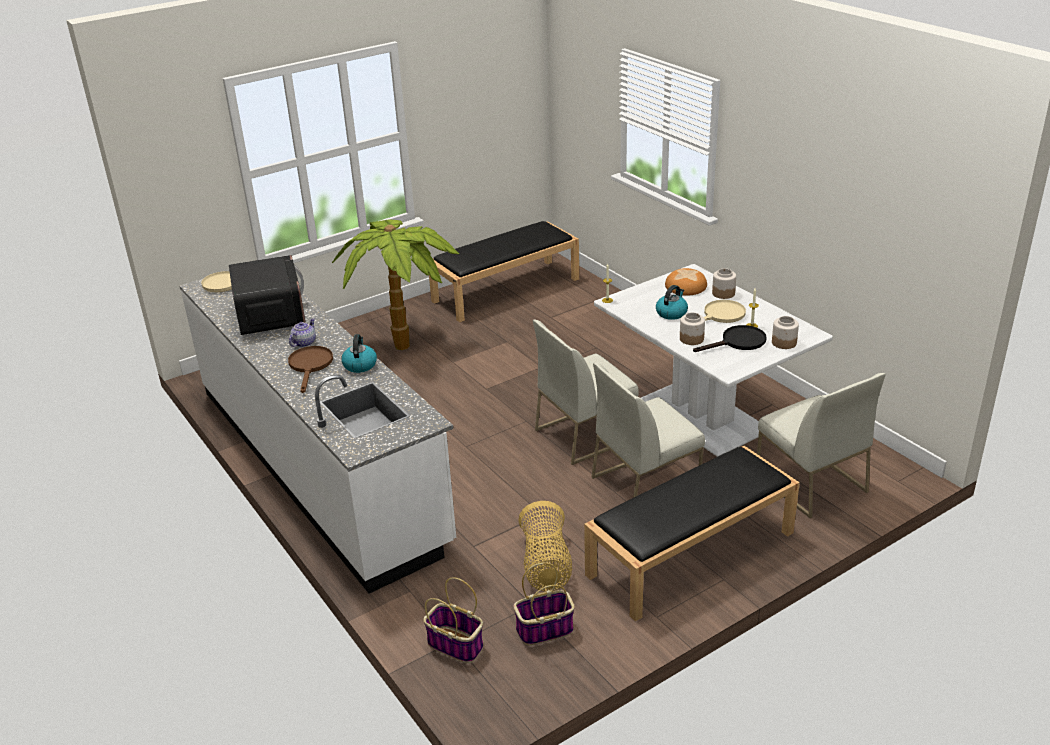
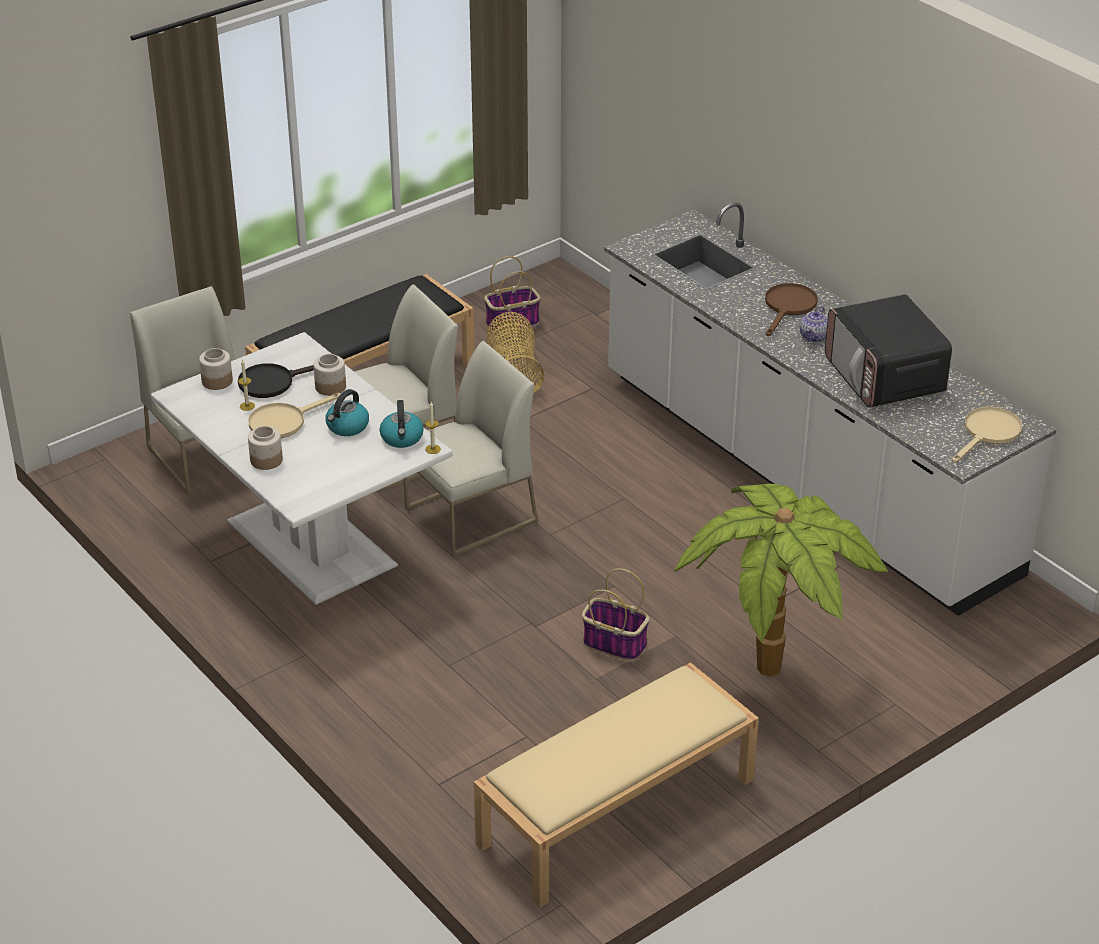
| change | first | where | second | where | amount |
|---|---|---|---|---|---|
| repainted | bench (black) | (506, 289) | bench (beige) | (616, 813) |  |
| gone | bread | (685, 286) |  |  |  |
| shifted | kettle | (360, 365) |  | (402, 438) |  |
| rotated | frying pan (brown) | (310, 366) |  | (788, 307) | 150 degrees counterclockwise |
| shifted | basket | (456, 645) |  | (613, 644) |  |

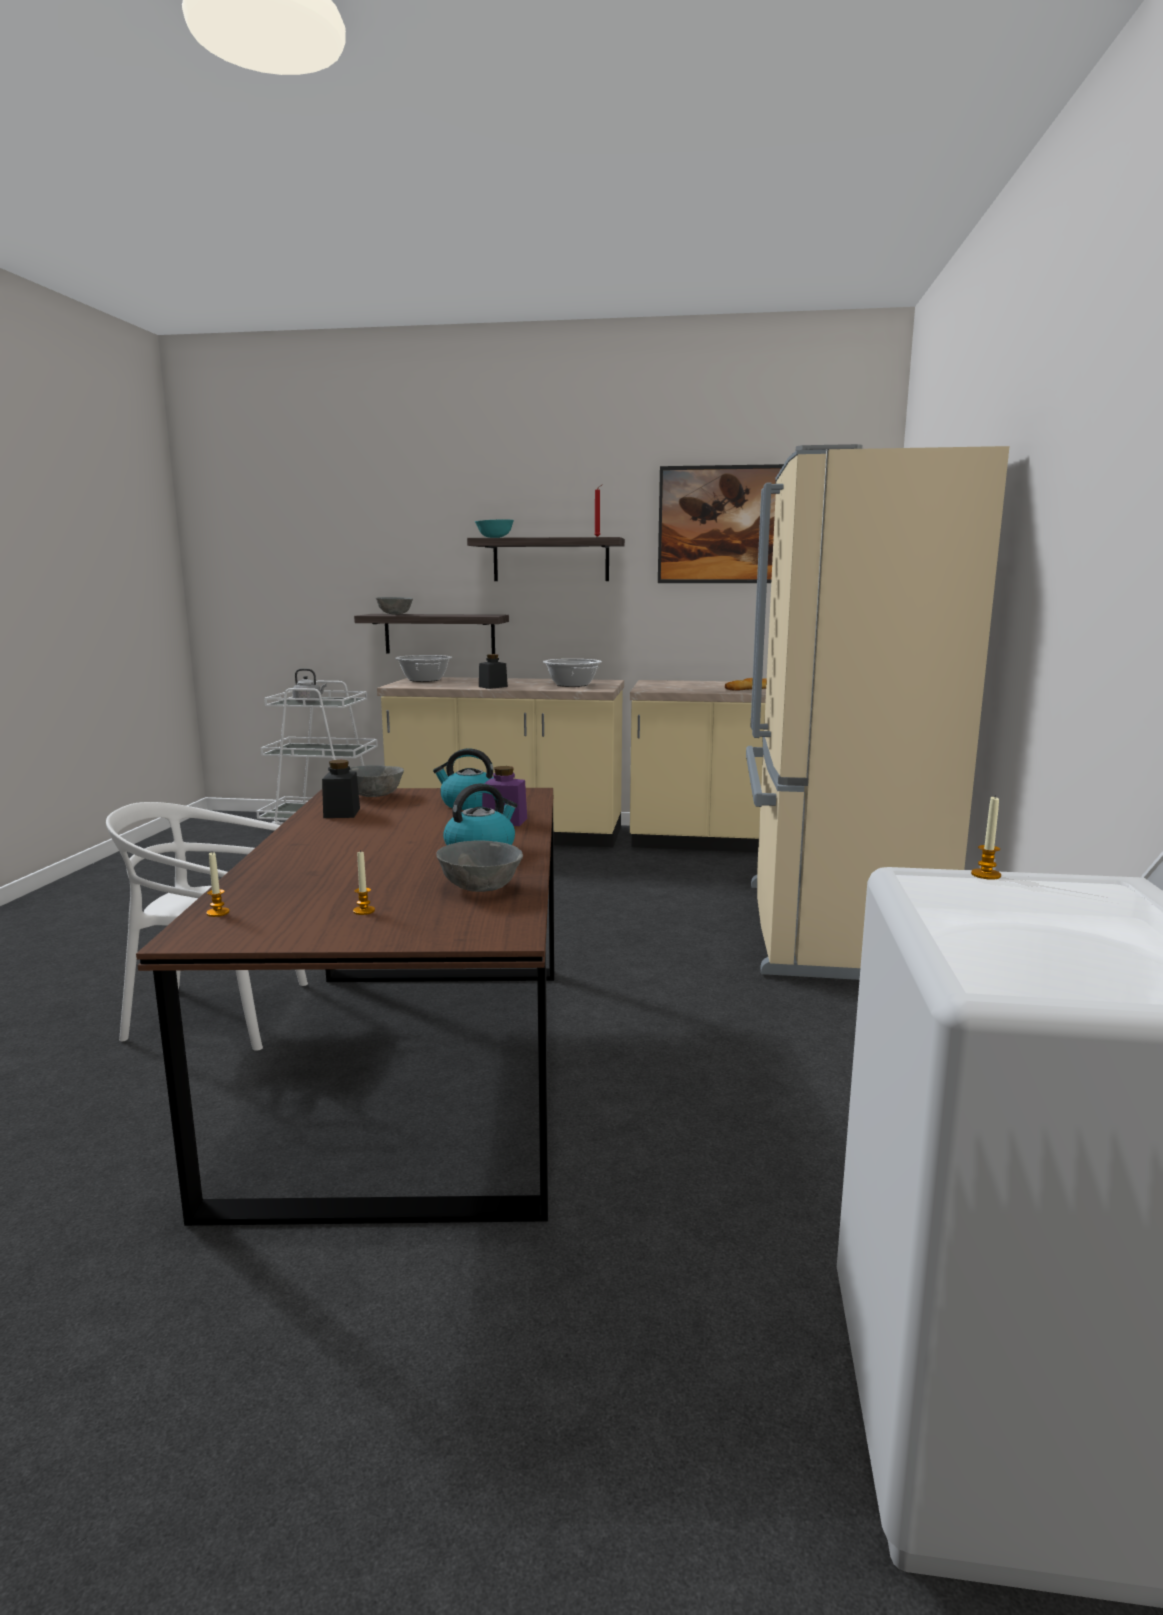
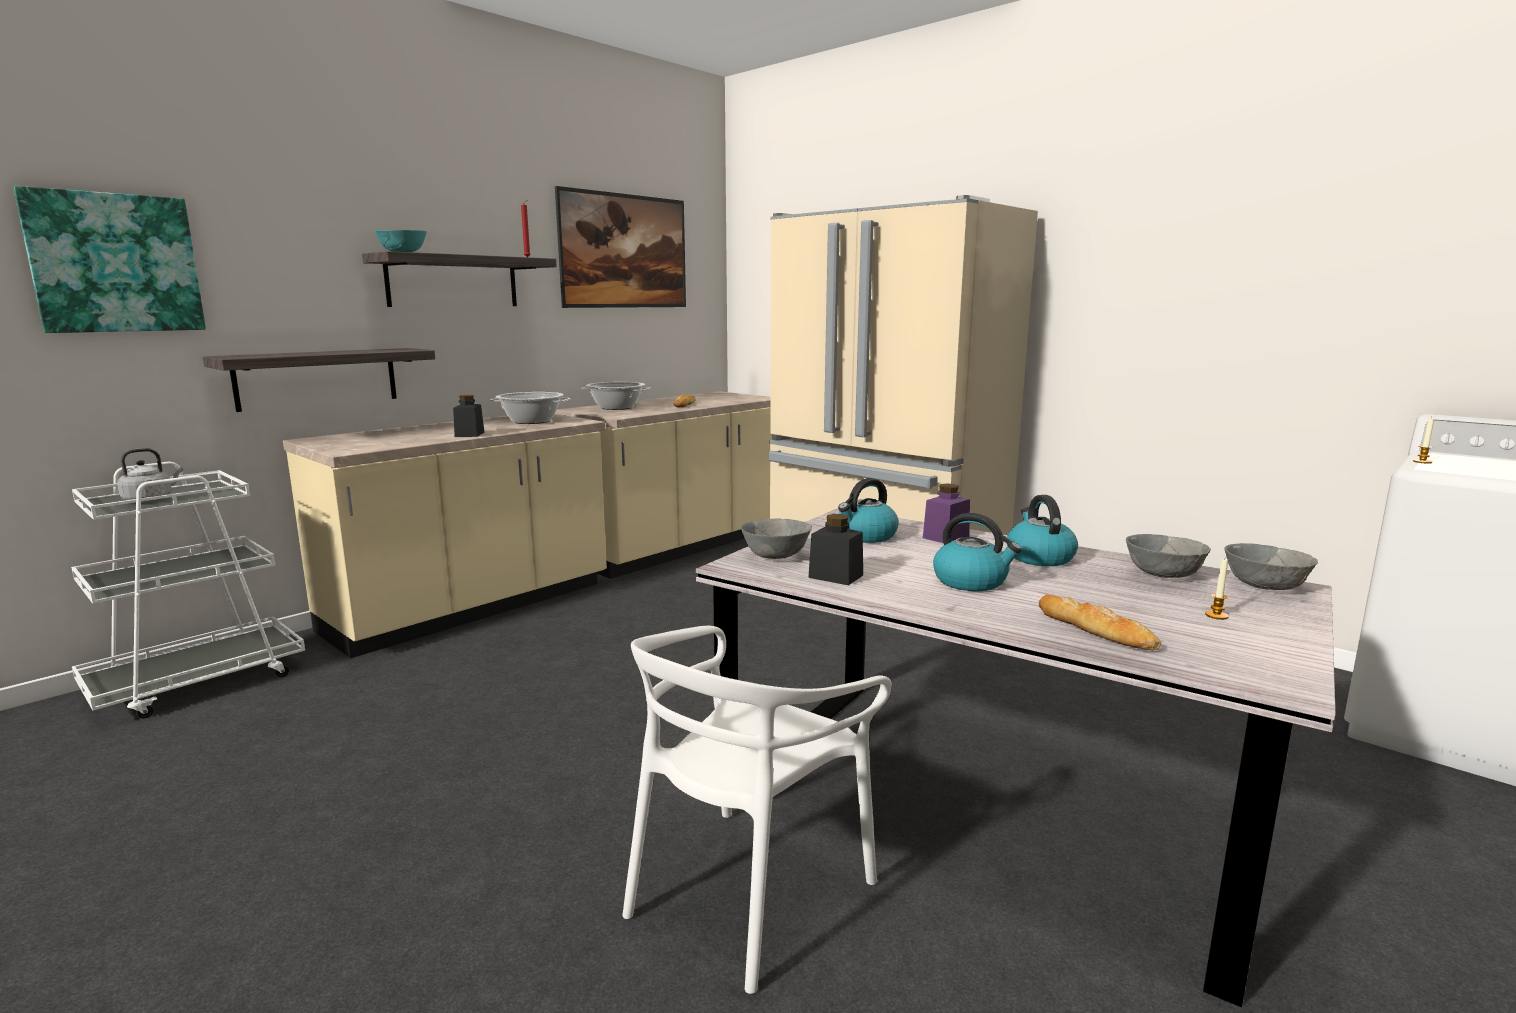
| change | first | where | second | where | amount |
|---|---|---|---|---|---|
| shifted | bowl (grey) | (395, 614) |  | (1265, 587) |  |
| shifted | cooking pot | (425, 680) |  | (617, 407) |  |
| repainted | dining table (brown) | (410, 1068) | dining table (grey) | (984, 801) |  |
| gone | candle | (218, 913) |  |  |  |
| new |  |  | picture | (115, 263) |  |
| new |  |  | kettle | (971, 581) |  |
| new |  |  | bread | (1094, 629) |  |

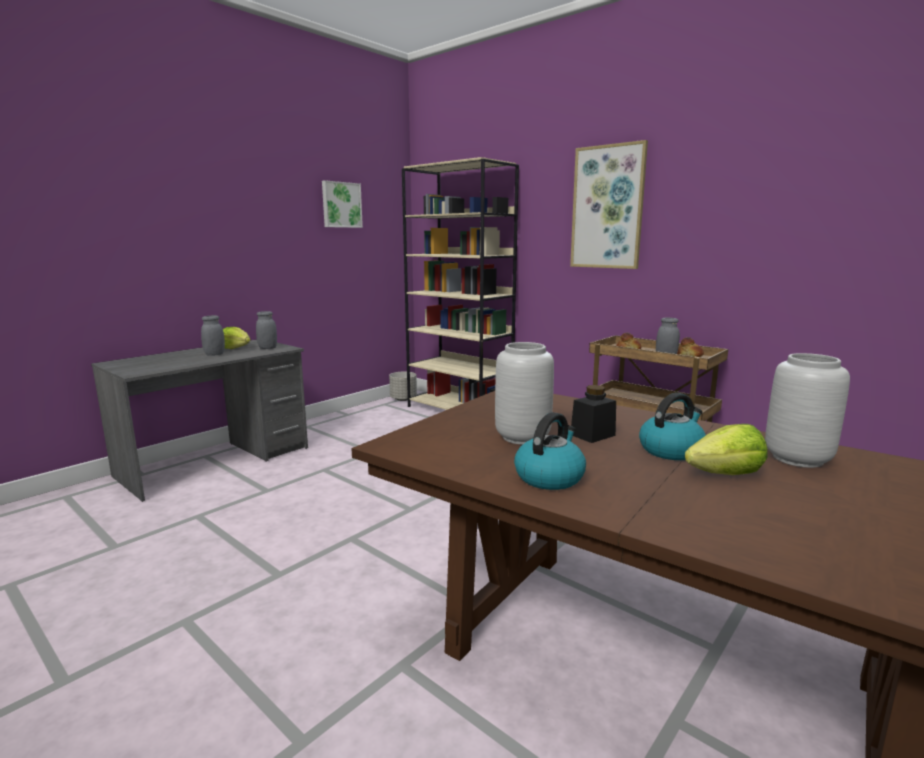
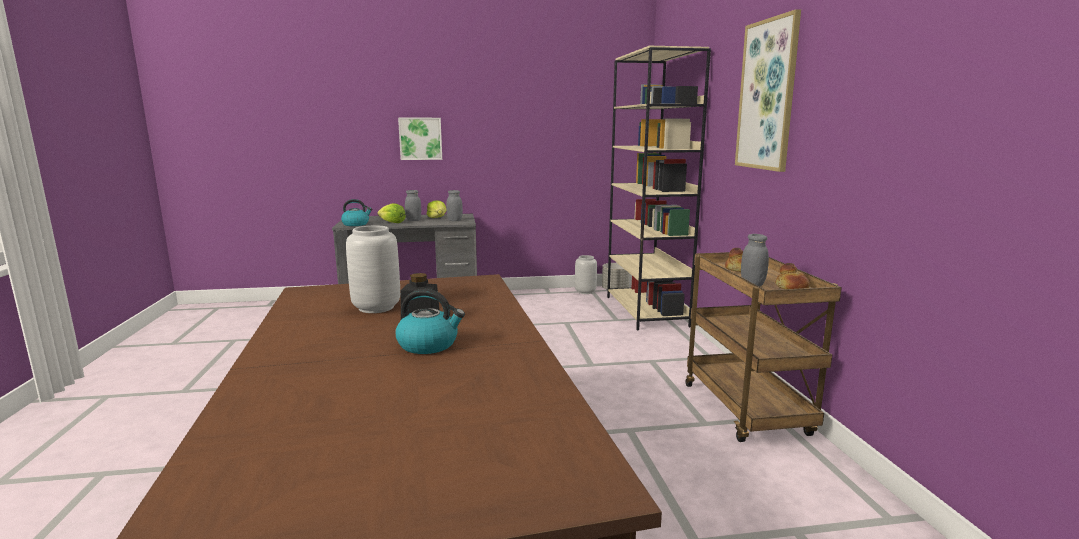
| change | first | where | second | where | amount |
|---|---|---|---|---|---|
| shifted | picture | (341, 205) |  | (420, 138) |  |
| shifted | vase (grey) | (797, 458) |  | (586, 292) |  |
| shifted | kettle | (549, 477) |  | (356, 224) |  |
| shifted | lettuce | (725, 474) |  | (392, 222) |  |

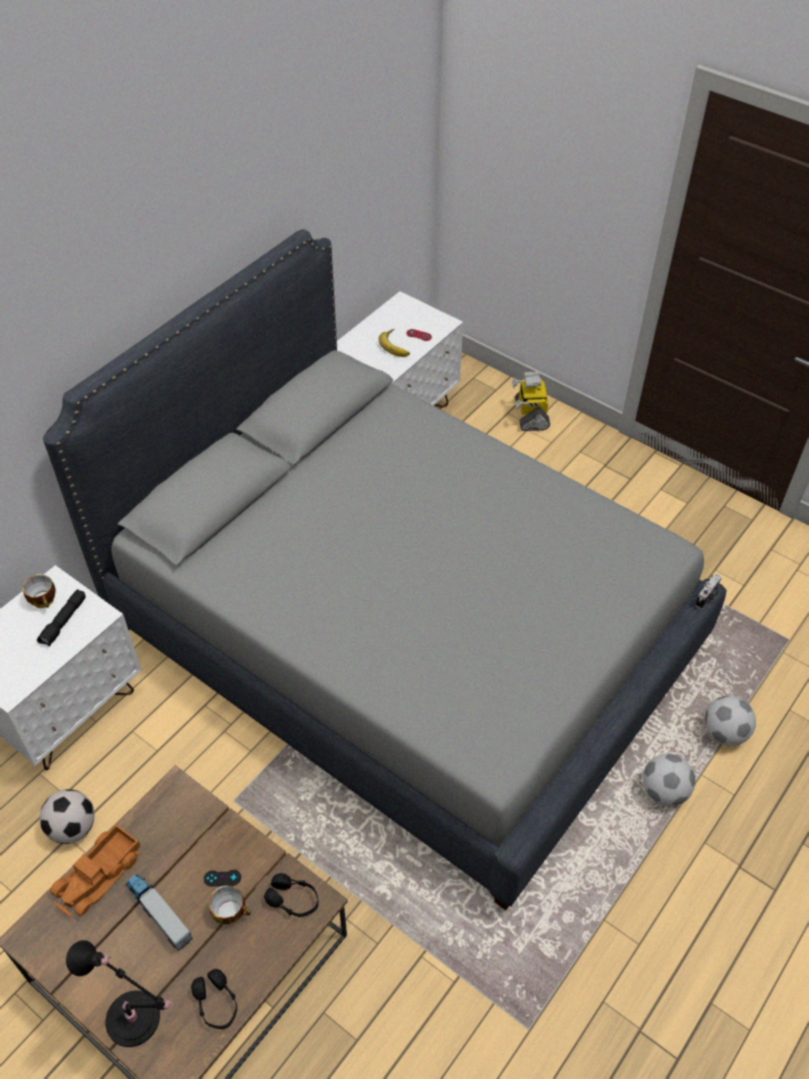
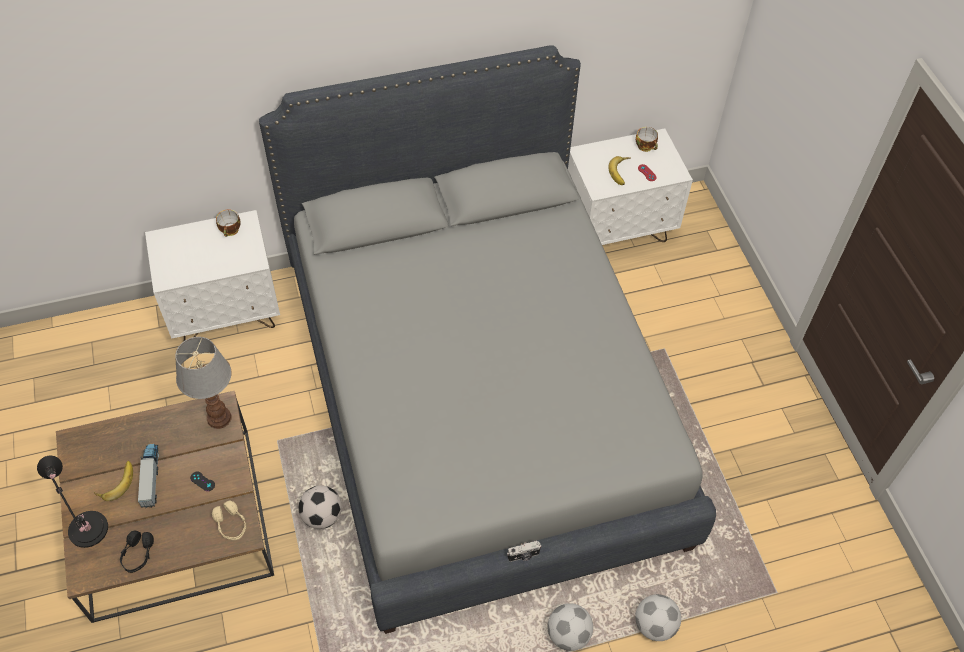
| change | first | where | second | where | amount |
|---|---|---|---|---|---|
| gone | toy robot | (530, 414) |  |  |  |
| shifted | photo camera | (707, 597) |  | (523, 556) |  |
| gone | flashlight (black) | (64, 622) |  |  |  |
| shifted | football | (73, 827) |  | (322, 516) |  |
| gone | toy truck | (100, 876) |  |  |  |
| repainted | headphones (black) | (293, 900) | headphones (beige) | (231, 524) |  |
| shifted | cup | (231, 911) |  | (646, 146) |  |
| new |  |  | table lamp | (220, 417) |  |
| new |  |  | banana | (116, 482) |  |

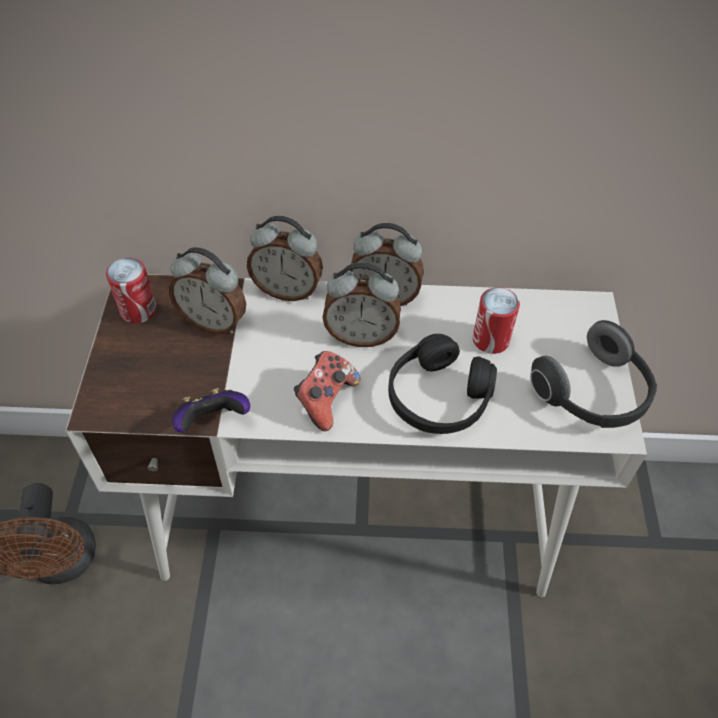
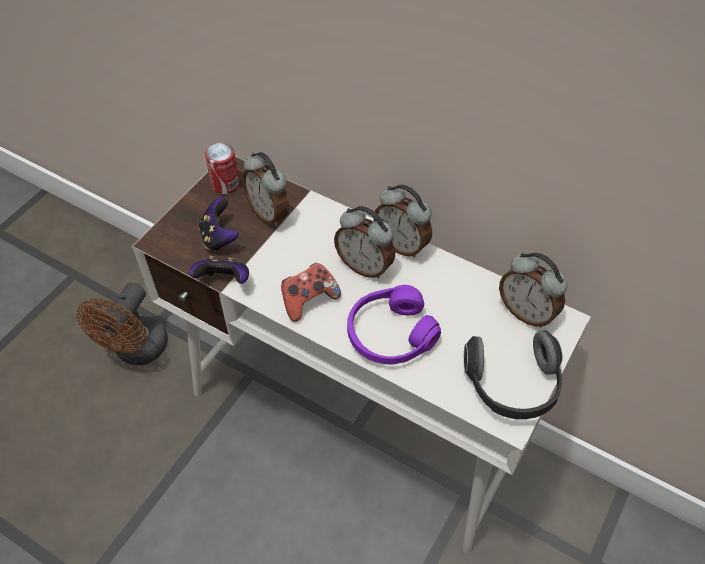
| change | first | where | second | where | amount |
|---|---|---|---|---|---|
| shifted | alarm clock | (287, 290) |  | (526, 312) |  |
| gone | can | (490, 340) |  |  |  |
| repainted | headphones (black) | (438, 396) | headphones (purple) | (390, 334) |  |
| new |  |  | game controller | (219, 237) |  |

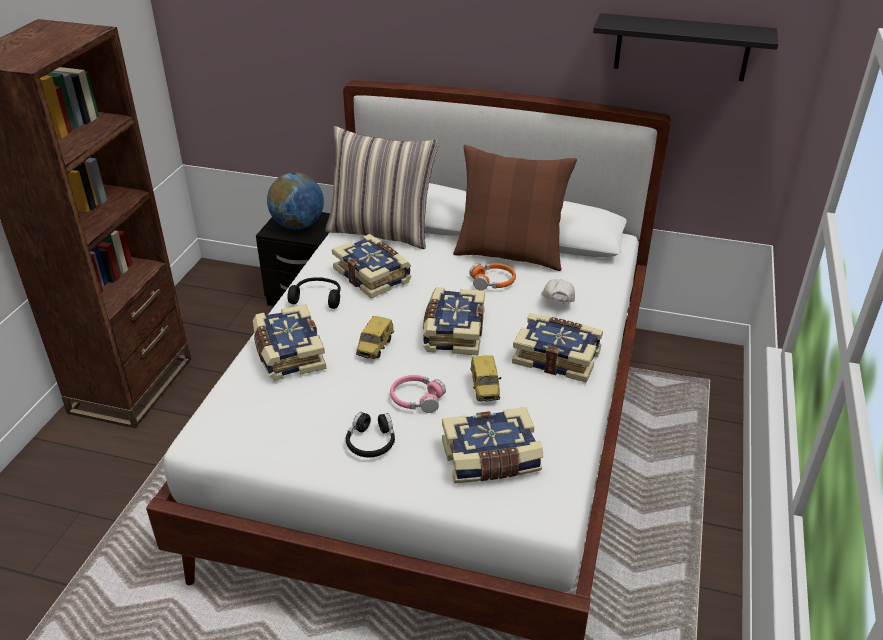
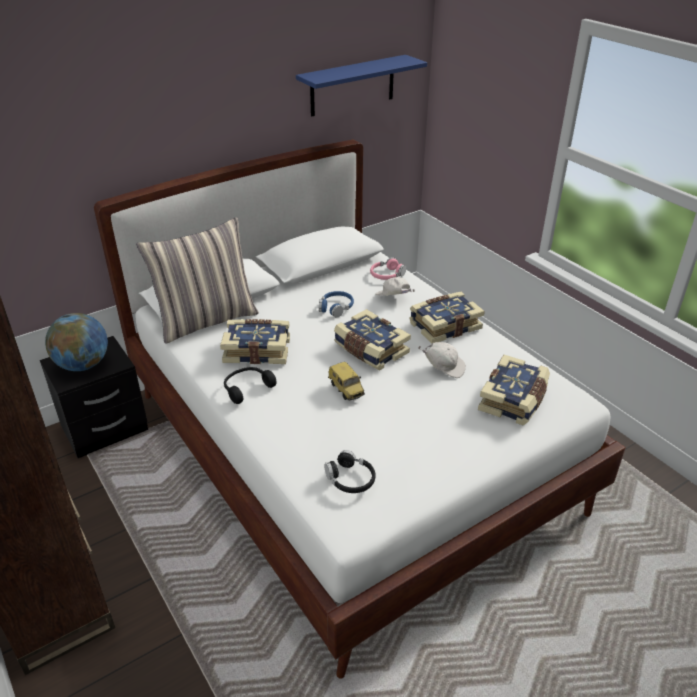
| change | first | where | second | where | amount |
|---|---|---|---|---|---|
| repainted | shelf (black) | (682, 47) | shelf (blue) | (352, 86) |  |
| gone | pillow (brown) | (509, 254) |  |  |  |
| repainted | headphones (orange) | (493, 282) | headphones (blue) | (336, 308) |  |
| gone | book | (288, 354) |  |  |  |
| swapped | toy car | (486, 389) | cap (white) | (443, 367) |  |
| shifted | headphones (pink) | (416, 399) |  | (387, 275) |  |
| shifted | headphones (black) | (371, 442) |  | (350, 479) |  |

